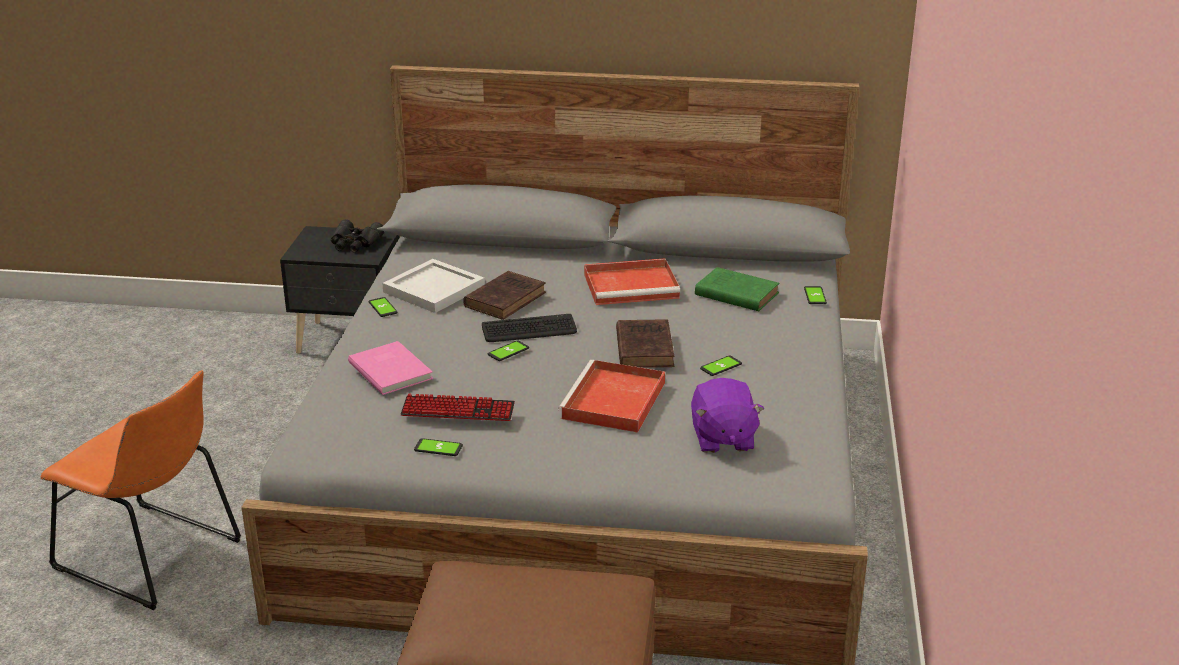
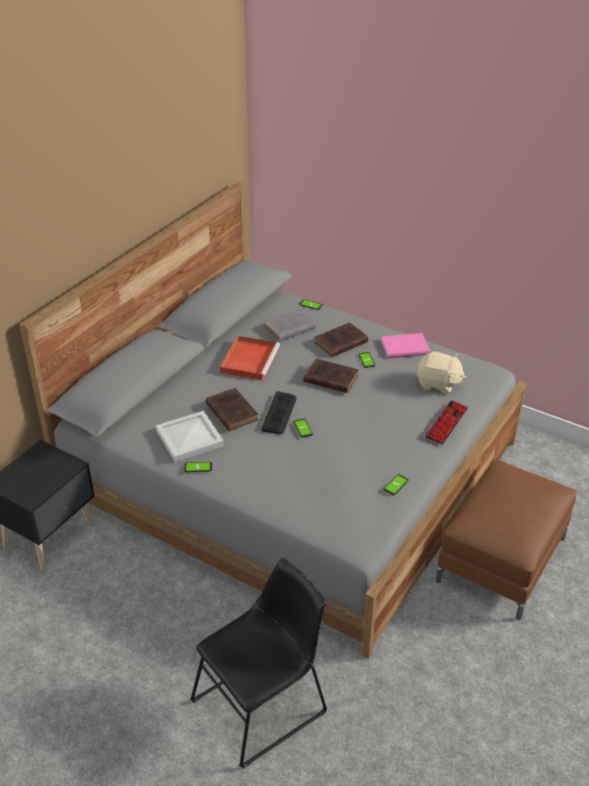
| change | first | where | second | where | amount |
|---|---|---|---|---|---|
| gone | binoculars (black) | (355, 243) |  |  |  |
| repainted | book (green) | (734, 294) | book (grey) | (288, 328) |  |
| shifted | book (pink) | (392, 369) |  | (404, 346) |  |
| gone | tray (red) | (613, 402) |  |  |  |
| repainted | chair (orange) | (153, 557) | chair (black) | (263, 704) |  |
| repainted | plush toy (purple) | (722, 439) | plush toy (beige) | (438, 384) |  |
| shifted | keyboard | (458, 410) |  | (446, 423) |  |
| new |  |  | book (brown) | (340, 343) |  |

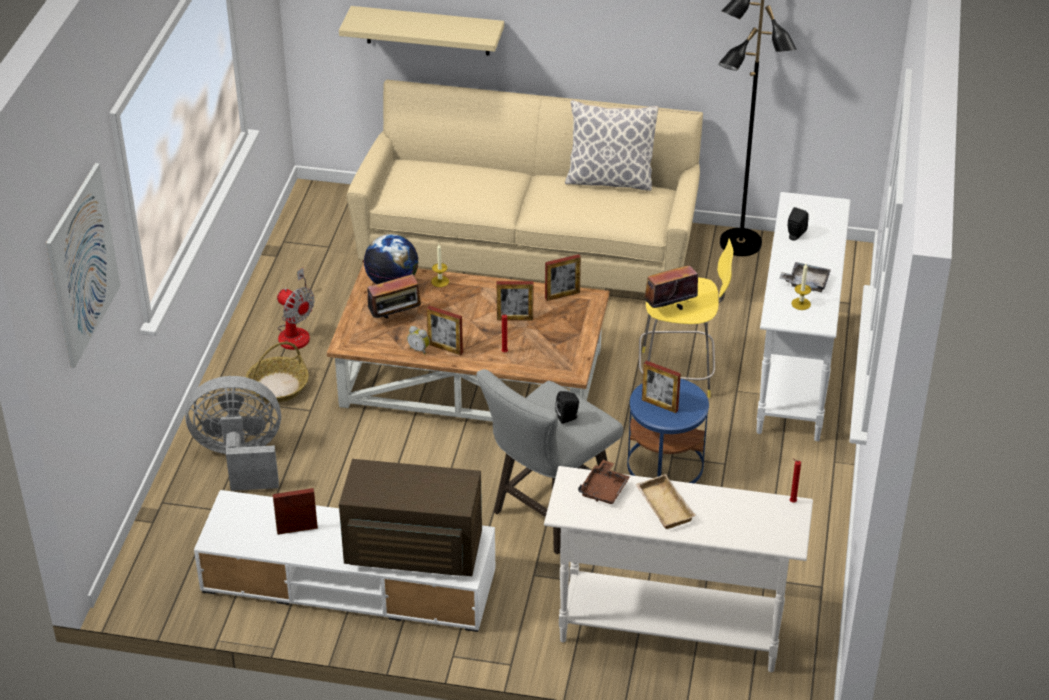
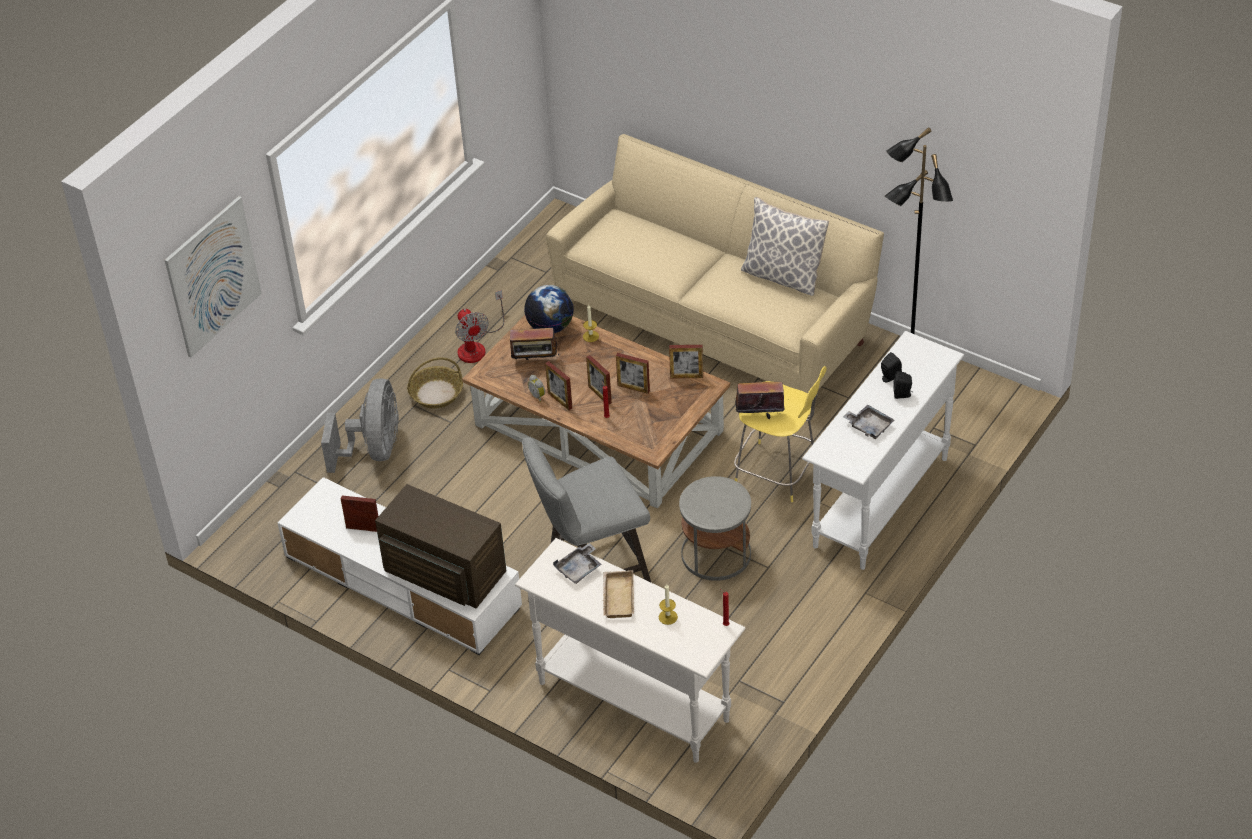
| change | first | where | second | where | amount |
|---|---|---|---|---|---|
| gone | shelf (beige) | (427, 30) |  |  |  |
| shifted | candle | (801, 304) |  | (668, 617) |  |
| shifted | picture frame | (659, 405) |  | (600, 395) |  |
| rotated | fan (grey) | (241, 458) |  | (374, 450) | 75 degrees clockwise |
| repainted | side table (blue) | (665, 465) | side table (grey) | (716, 554) |  |
| shifted | speaker (black) | (568, 417) |  | (903, 394) |  |
| repainted | tray (brown) | (604, 489) | tray (grey) | (579, 569) |  |

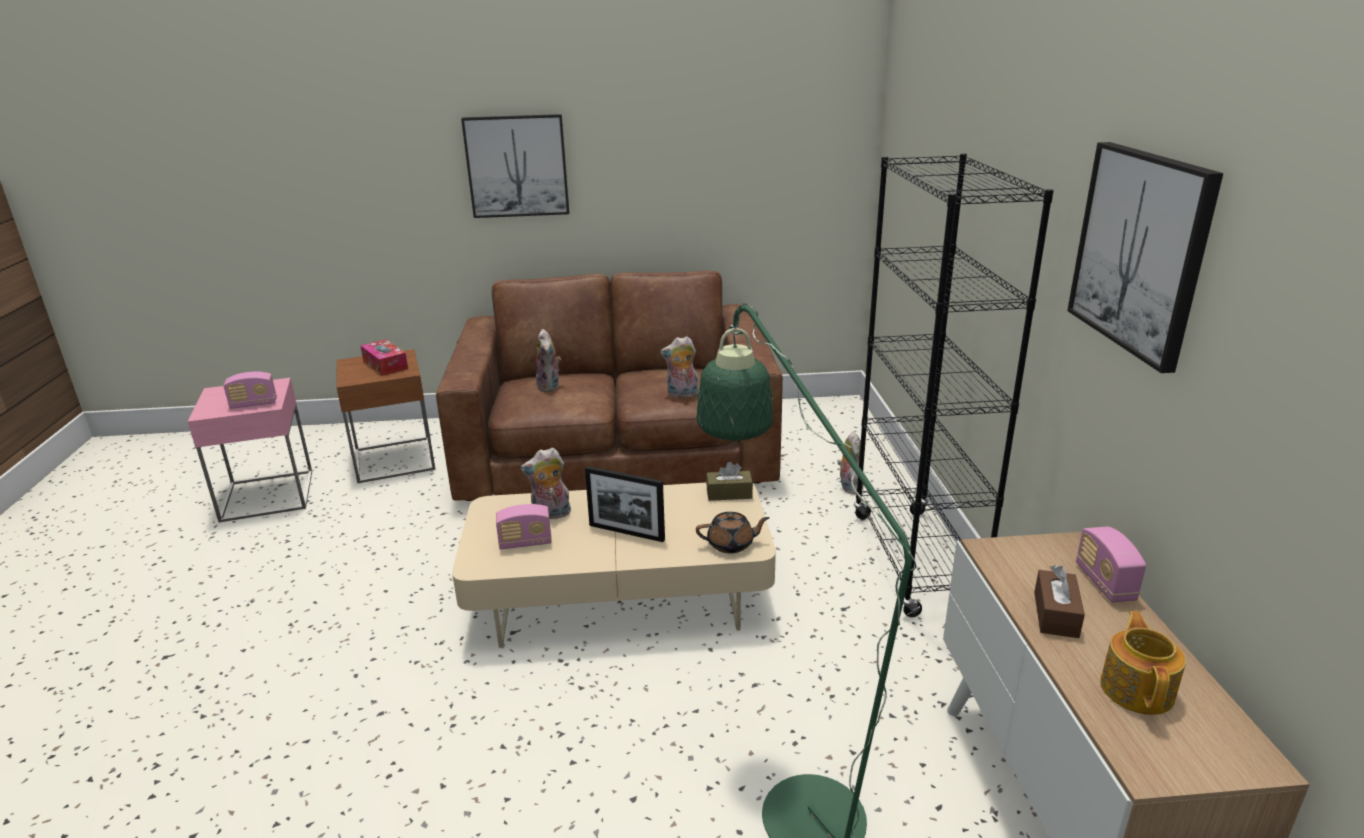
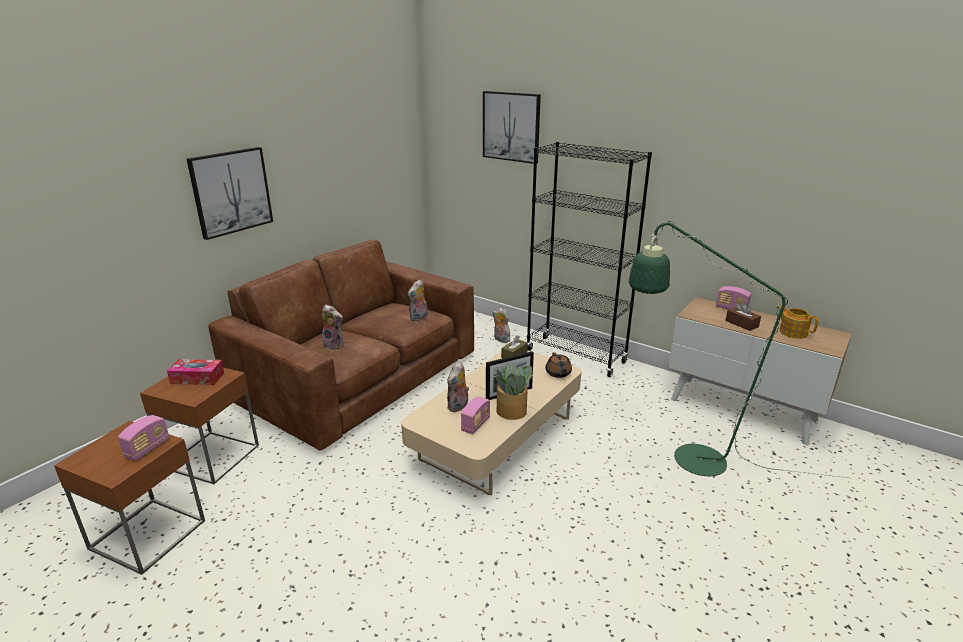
| change | first | where | second | where | amount |
|---|---|---|---|---|---|
| shifted | picture | (1141, 251) |  | (511, 126) |  |
| repainted | side table (pink) | (268, 495) | side table (brown) | (148, 534) |  |
| rotated | teapot (brown) | (731, 544) |  | (558, 373) | 135 degrees clockwise |
| new |  |  | potted plant | (512, 412) |  |

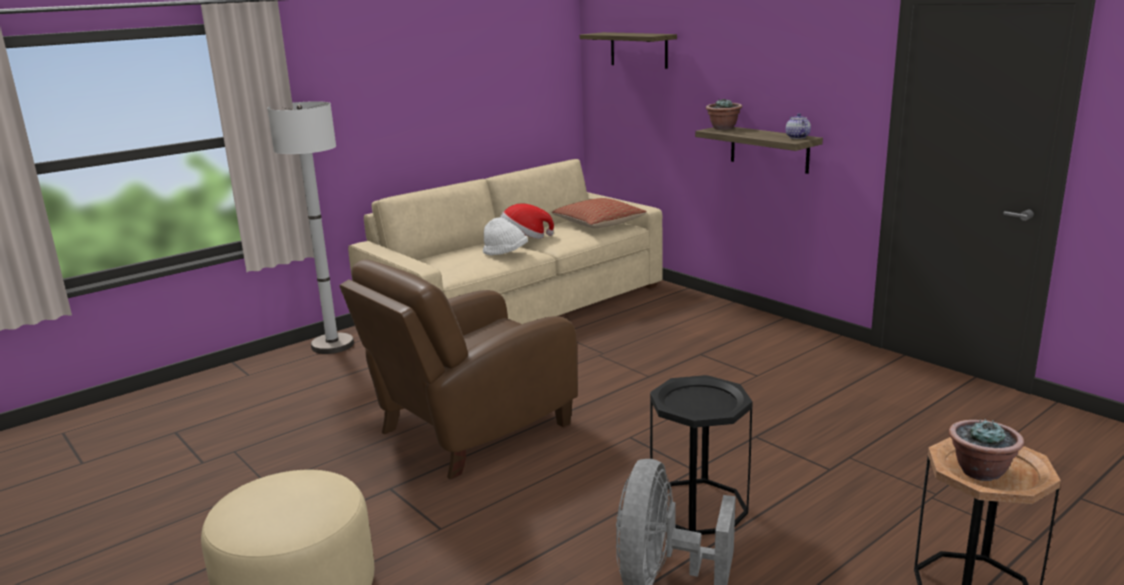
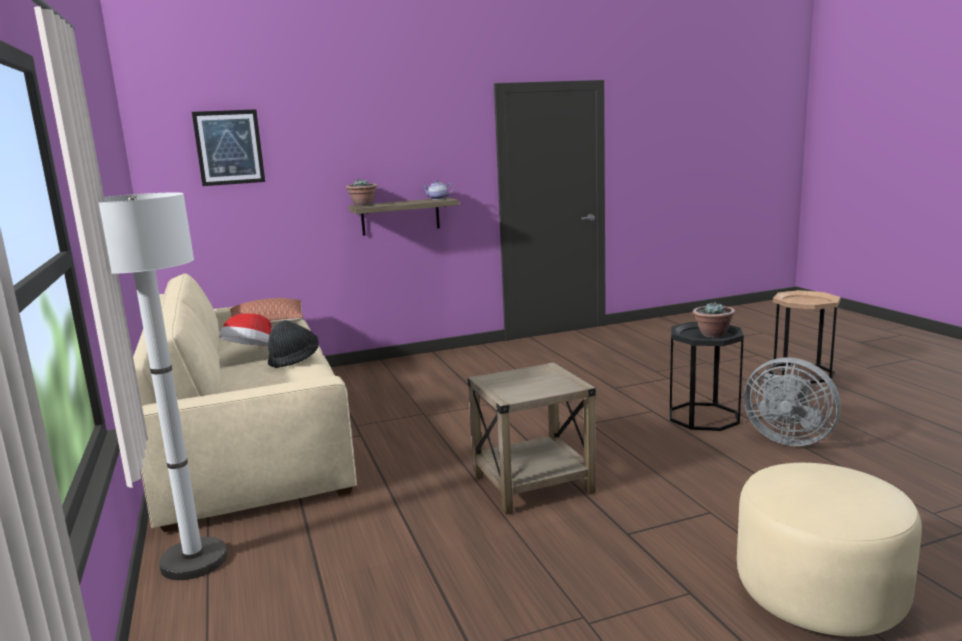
| change | first | where | second | where | amount |
|---|---|---|---|---|---|
| swapped | shelf | (638, 50) | picture | (229, 147) |  |
| repainted | hat (white) | (506, 253) | hat (black) | (294, 360) |  |
| swapped | armchair (brown) | (470, 430) | side table (beige) | (531, 485) |  |
| shifted | potted plant | (980, 471) |  | (712, 334) |  |

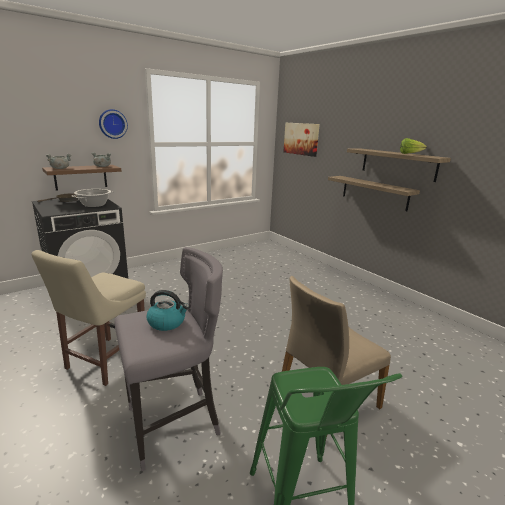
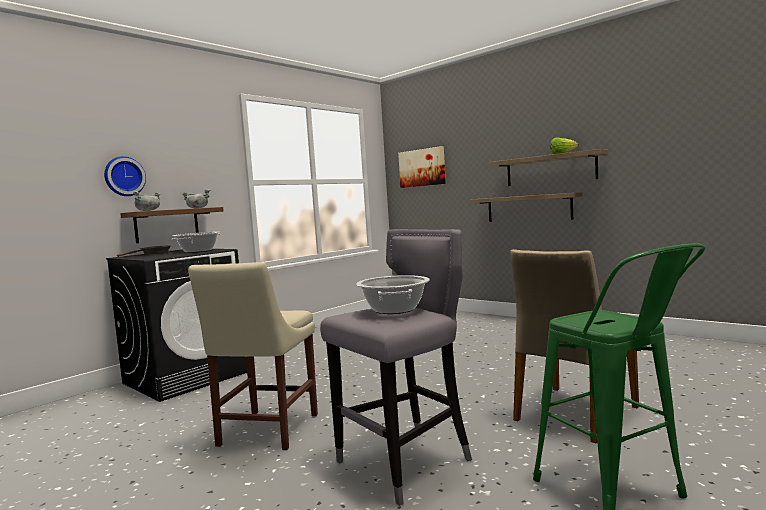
| change | first | where | second | where | amount |
|---|---|---|---|---|---|
| shifted | wall clock | (112, 124) |  | (124, 176) |  |
| swapped | kettle | (167, 322) | cooking pot | (394, 309) |  |

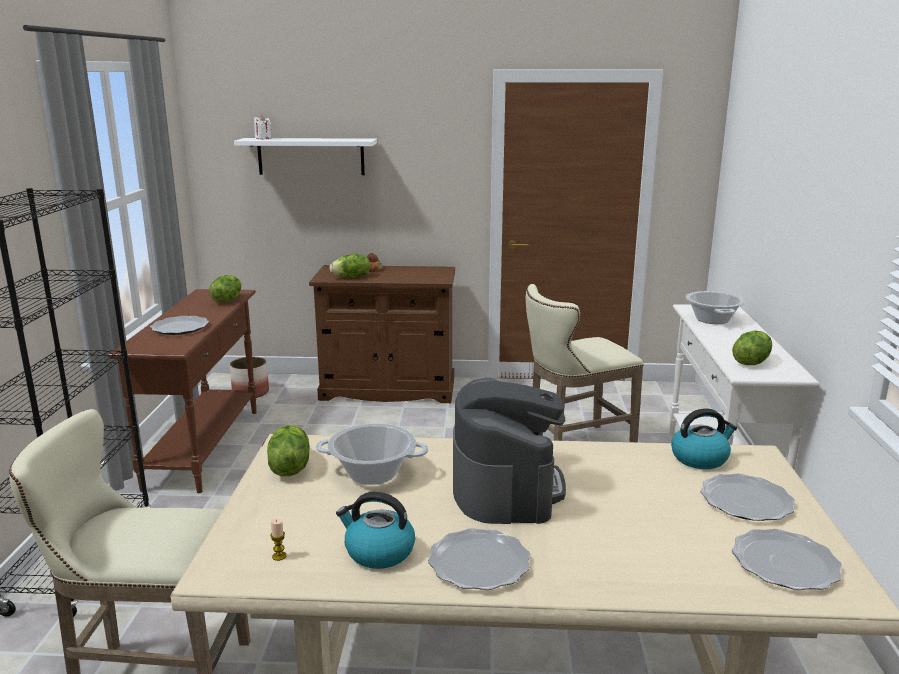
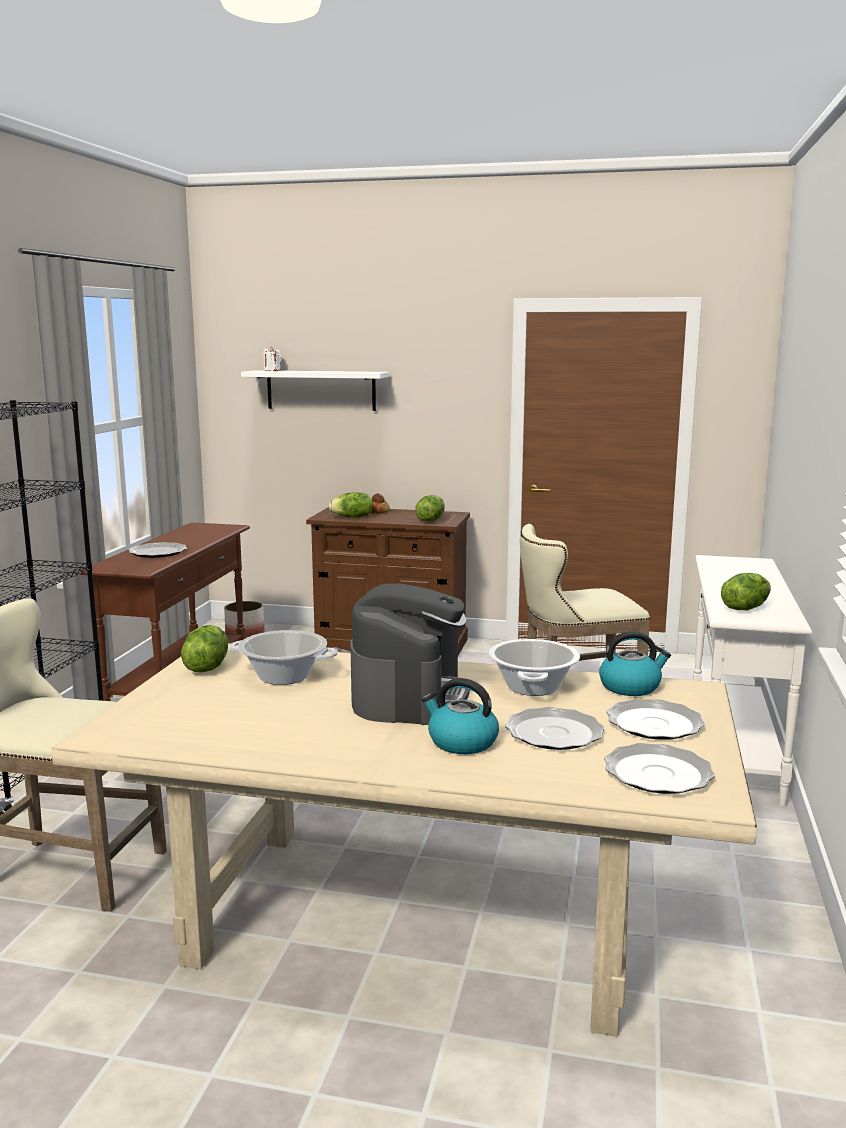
| change | first | where | second | where | amount |
|---|---|---|---|---|---|
| shifted | lettuce | (227, 300) |  | (430, 520) |  |
| shifted | cooking pot | (712, 320) |  | (533, 687) |  |
| shifted | kettle | (378, 552) |  | (461, 742) |  |
| gone | candle | (279, 556) |  |  |  |
| shifted | plate | (479, 563) |  | (554, 733) |  |

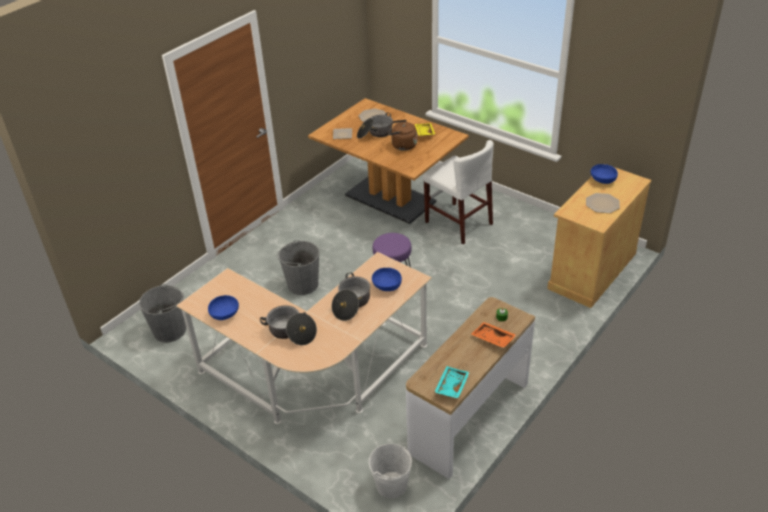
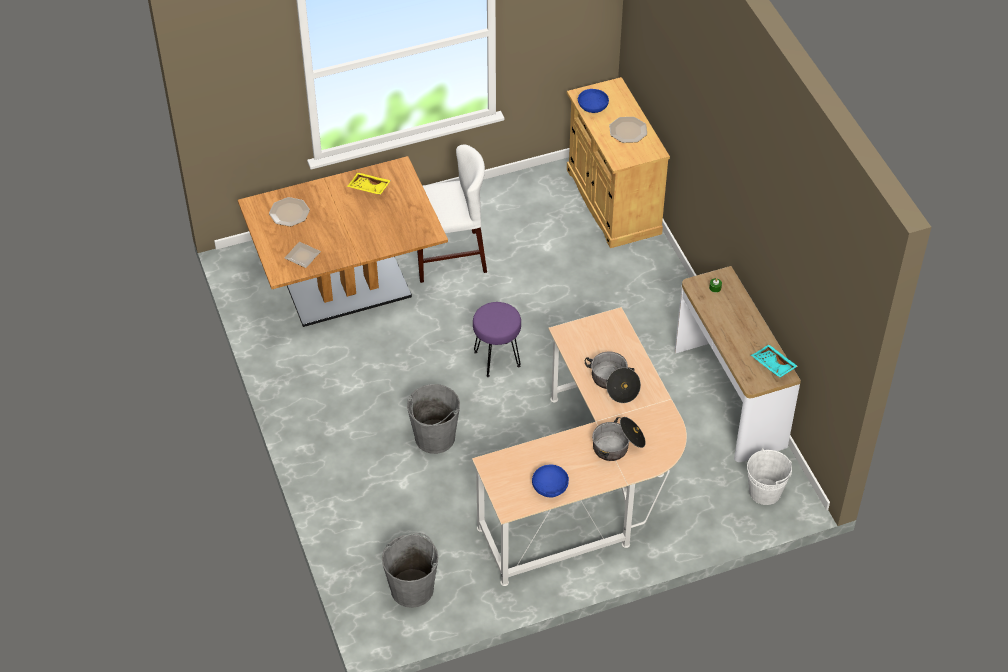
| change | first | where | second | where | amount |
|---|---|---|---|---|---|
| gone | cooking pot | (375, 133) |  |  |  |
| gone | kettle (brown) | (402, 145) |  |  |  |
| gone | bowl (blue) | (386, 286) |  |  |  |
| gone | tray (orange) | (492, 339) |  |  |  |

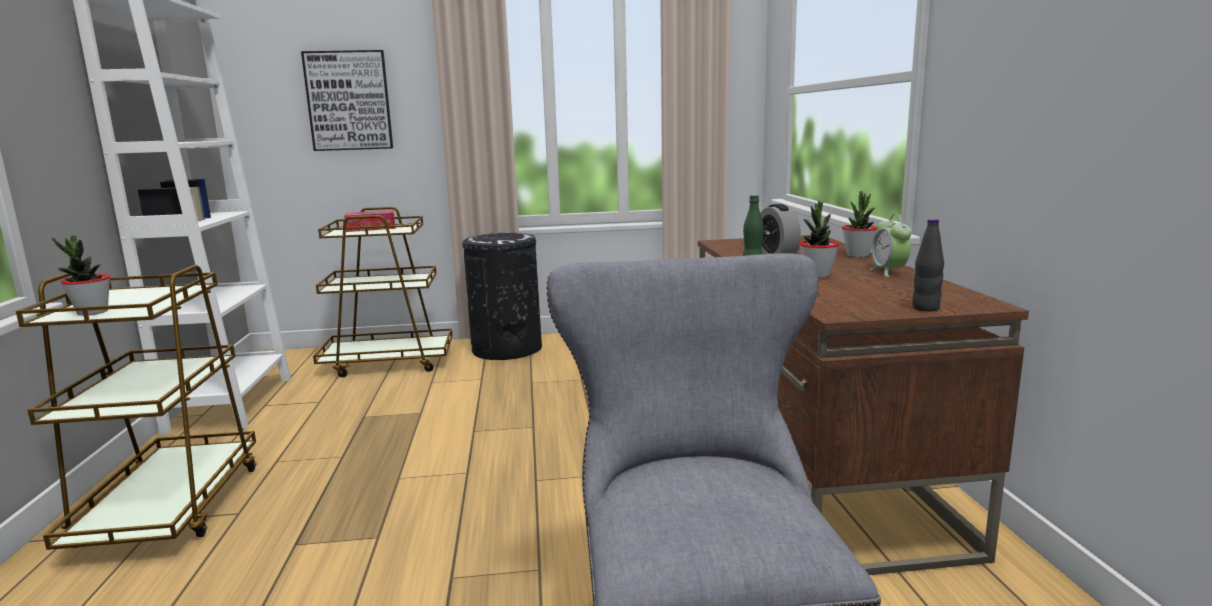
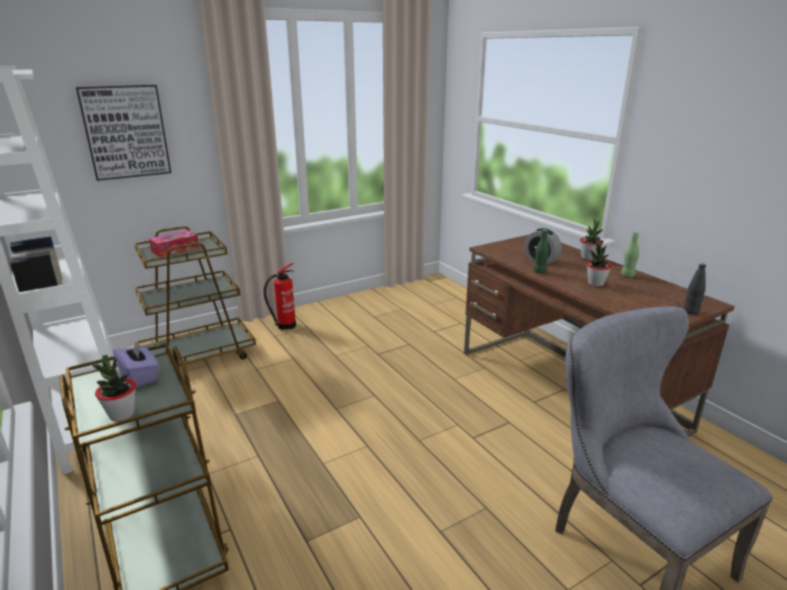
| change | first | where | second | where | amount |
|---|---|---|---|---|---|
| swapped | alarm clock | (889, 272) | bottle (green) | (627, 275) |  |
| swapped | trash can (black) | (506, 349) | fire extinguisher | (284, 326) |  |
| new |  |  | tissue box (purple) | (140, 377) |  |

